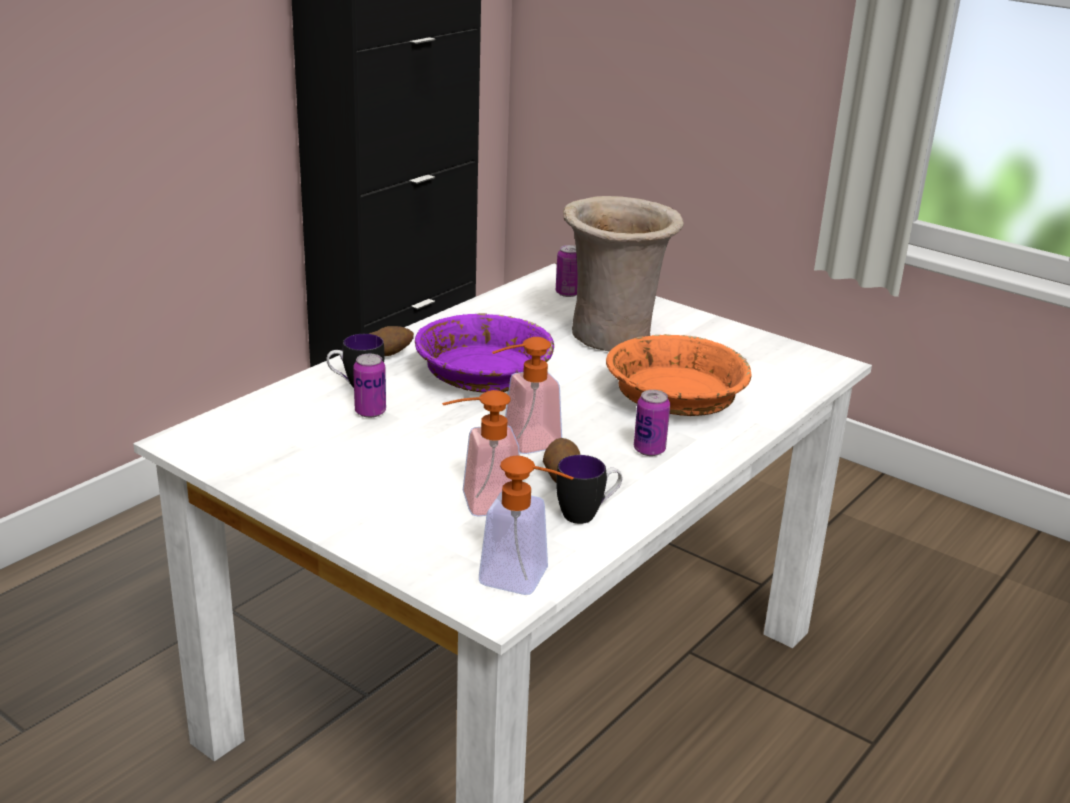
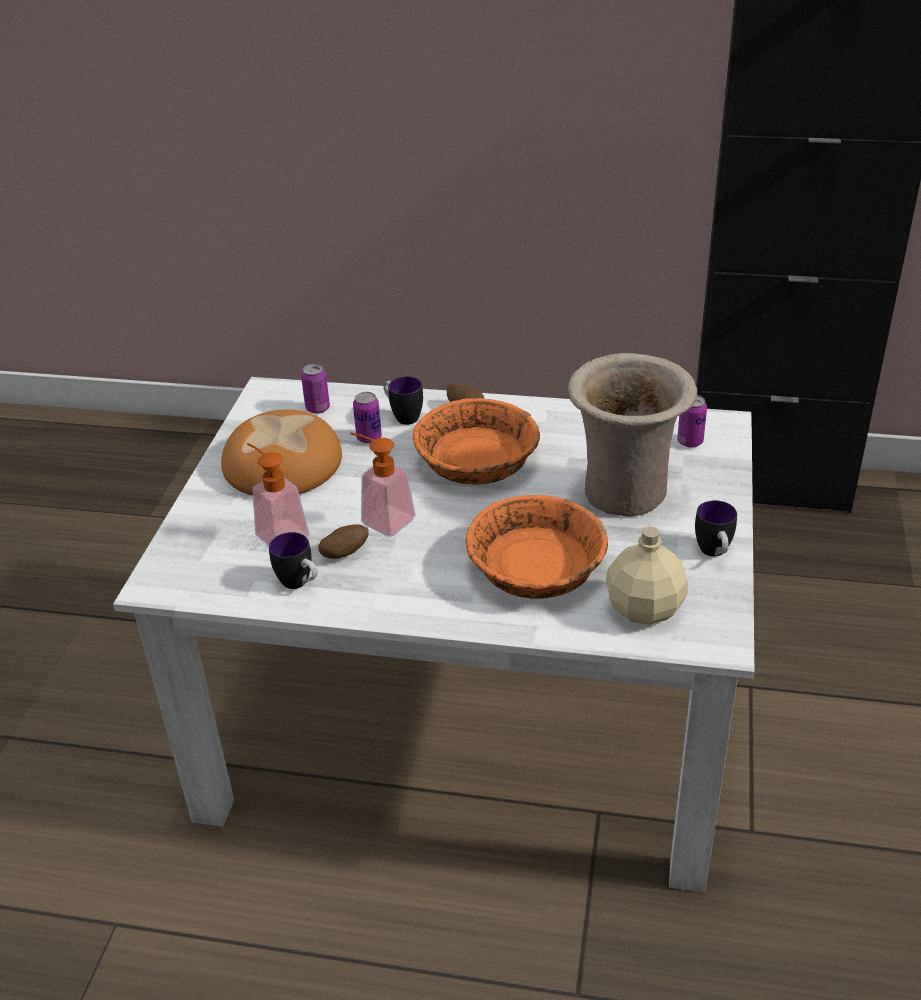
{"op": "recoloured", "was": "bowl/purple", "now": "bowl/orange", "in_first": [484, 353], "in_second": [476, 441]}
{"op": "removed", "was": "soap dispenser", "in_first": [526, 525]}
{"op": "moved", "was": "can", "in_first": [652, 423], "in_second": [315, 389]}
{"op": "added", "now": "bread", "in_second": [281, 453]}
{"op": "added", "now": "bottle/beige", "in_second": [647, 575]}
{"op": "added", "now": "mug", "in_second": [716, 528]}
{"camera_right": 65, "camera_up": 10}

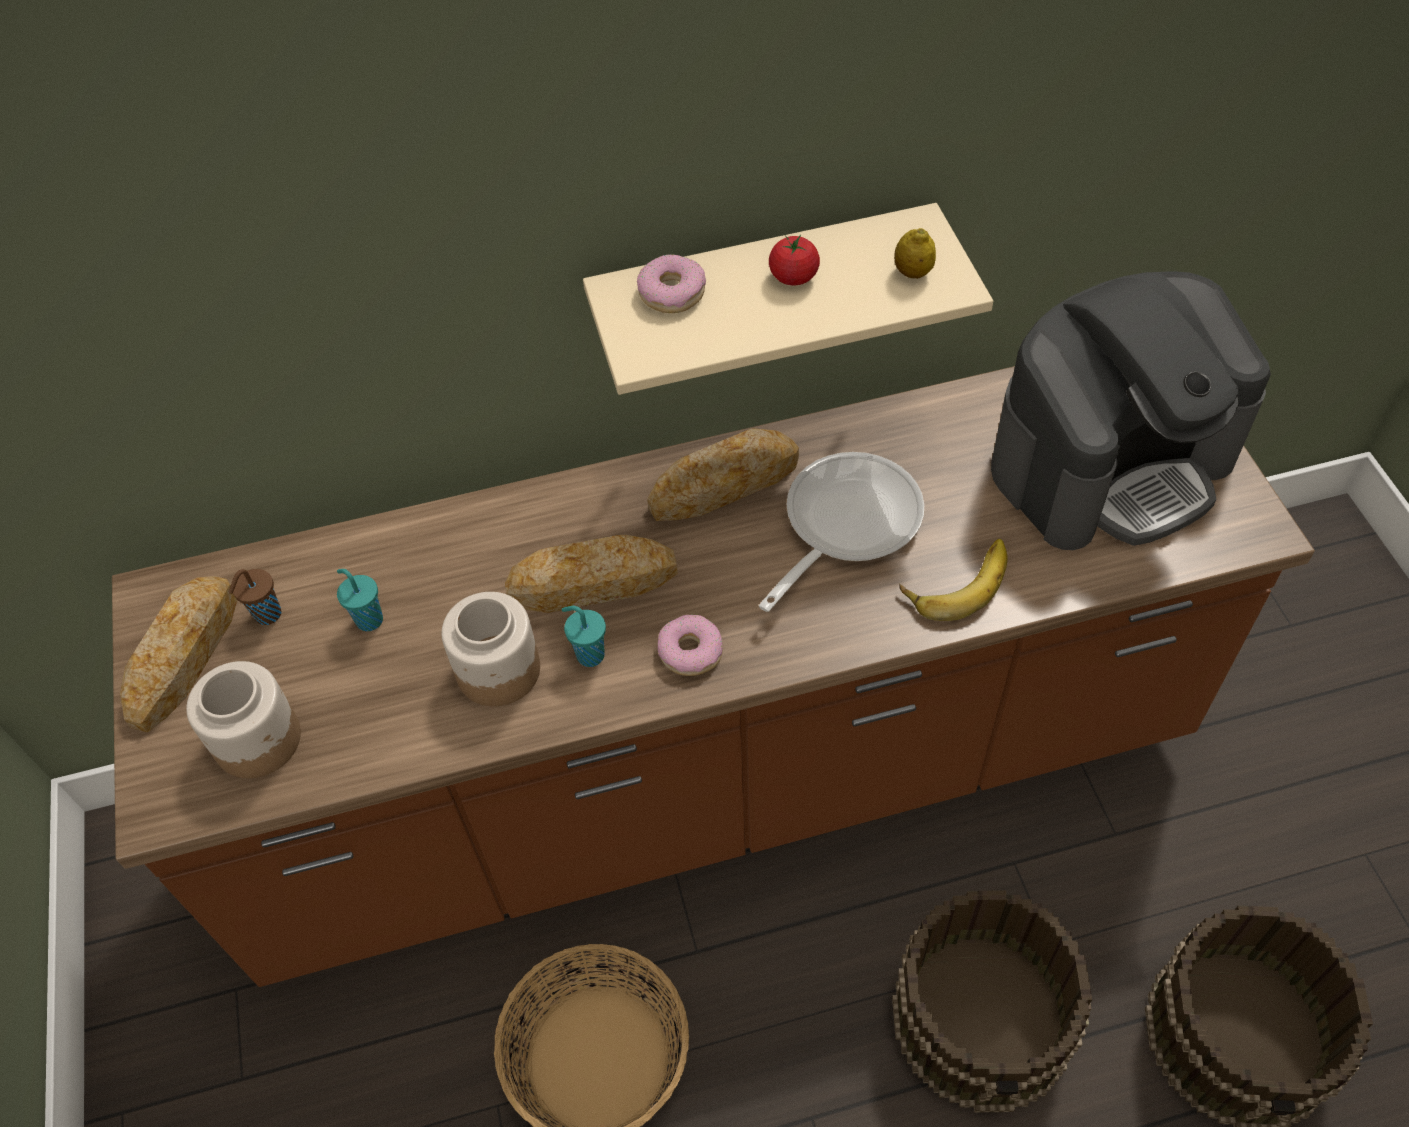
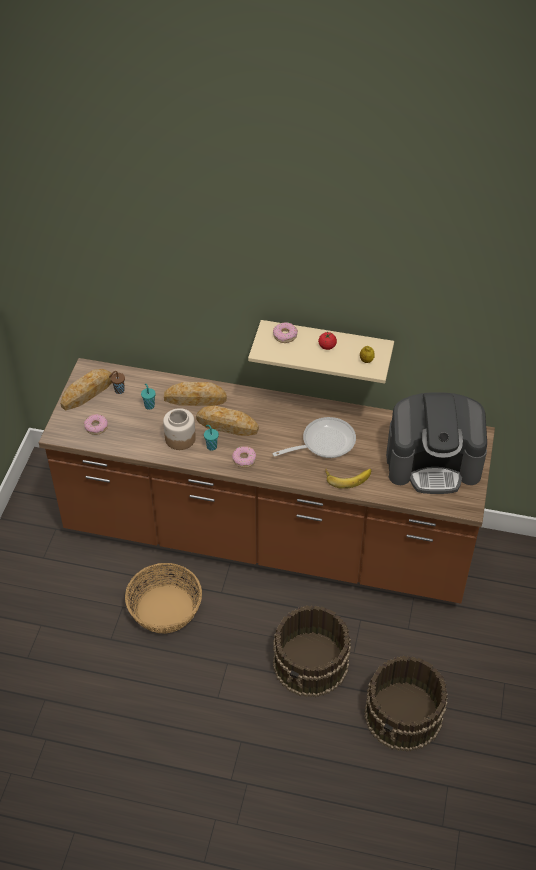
{"op": "replaced", "was": "jar", "now": "donut", "in_first": [243, 719], "in_second": [96, 424]}
{"op": "moved", "was": "bread", "in_first": [723, 474], "in_second": [195, 394]}
{"camera_right": 25, "camera_up": -5}

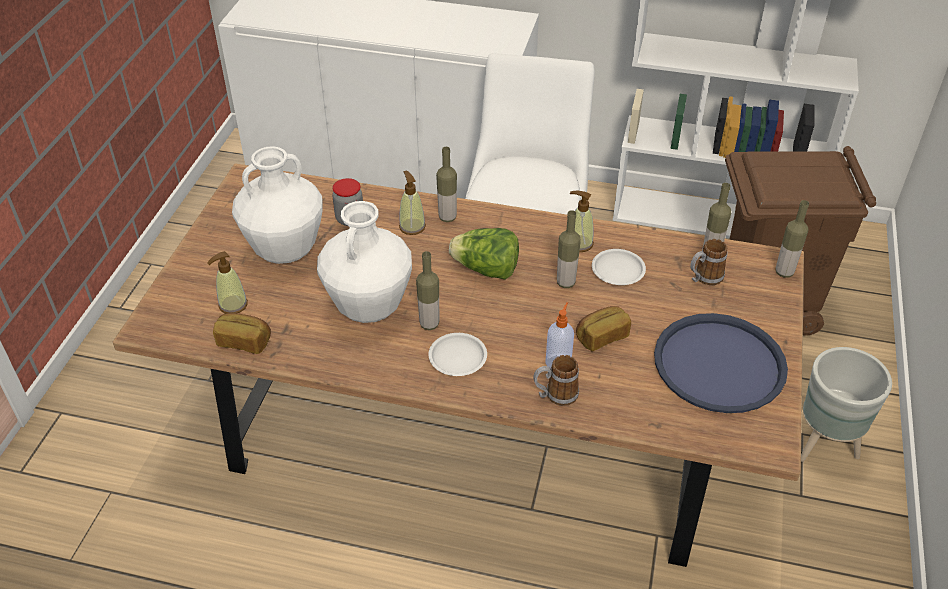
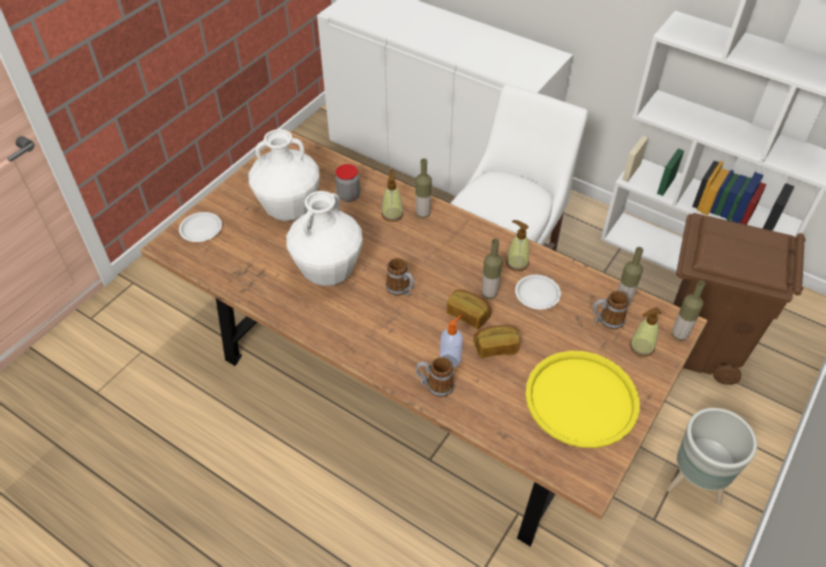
{"op": "moved", "was": "soap dispenser", "in_first": [227, 282], "in_second": [646, 332]}
{"op": "moved", "was": "bread", "in_first": [242, 333], "in_second": [469, 309]}
{"op": "removed", "was": "bottle", "in_first": [427, 290]}
{"op": "moved", "was": "plate/white", "in_first": [458, 354], "in_second": [200, 227]}
{"op": "removed", "was": "lettuce", "in_first": [484, 254]}
{"op": "recoloured", "was": "tray/blue", "now": "tray/yellow", "in_first": [721, 363], "in_second": [582, 399]}
{"op": "added", "now": "mug", "in_second": [400, 277]}
{"camera_right": 20, "camera_up": 5}

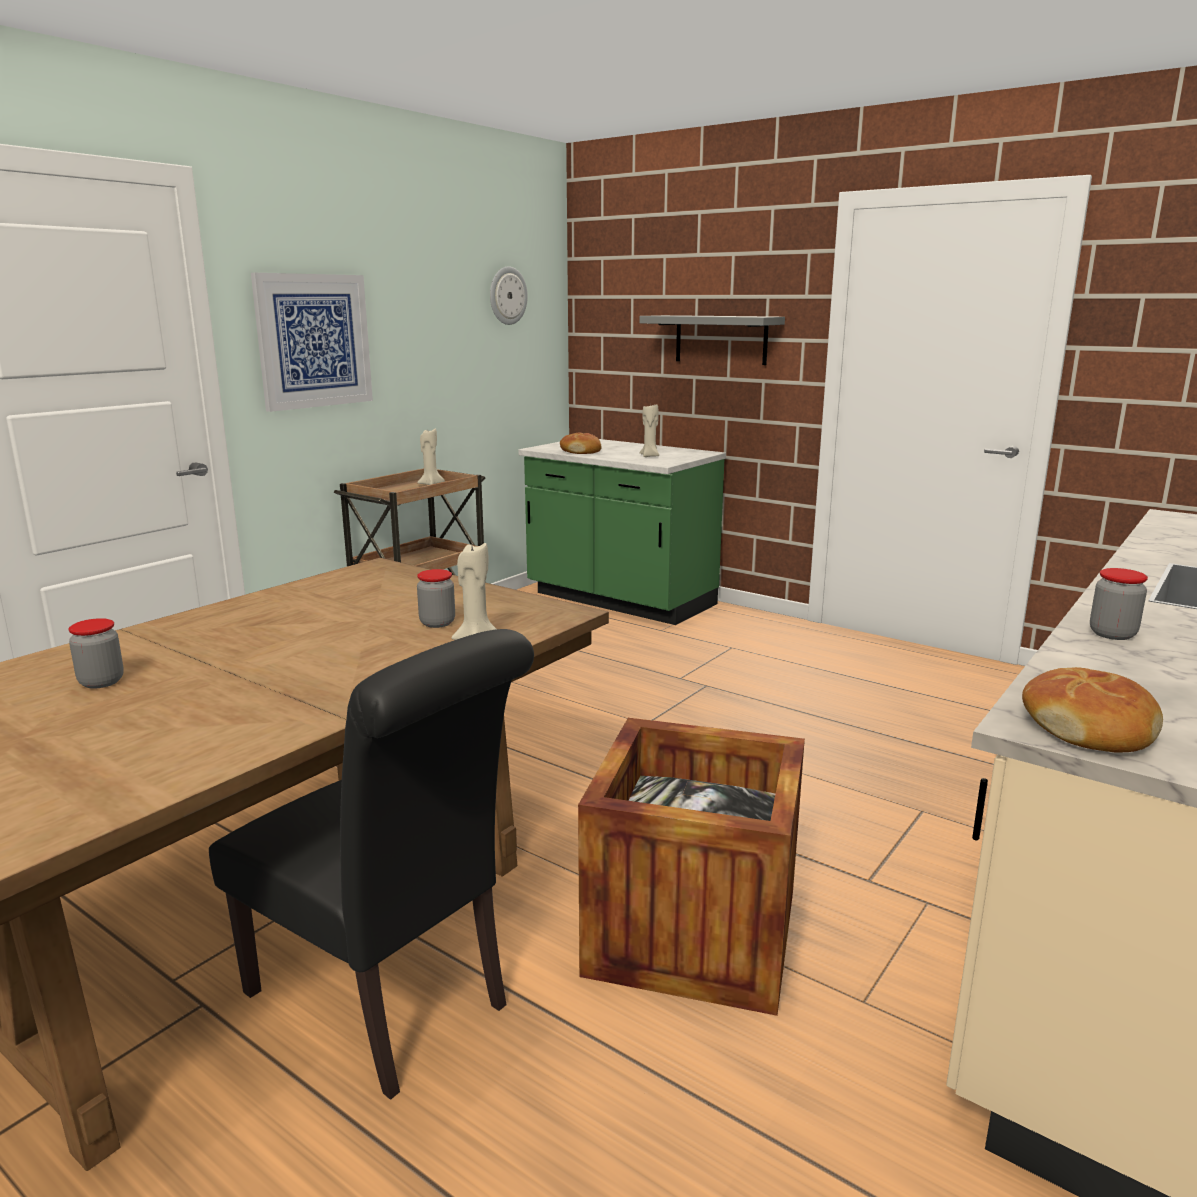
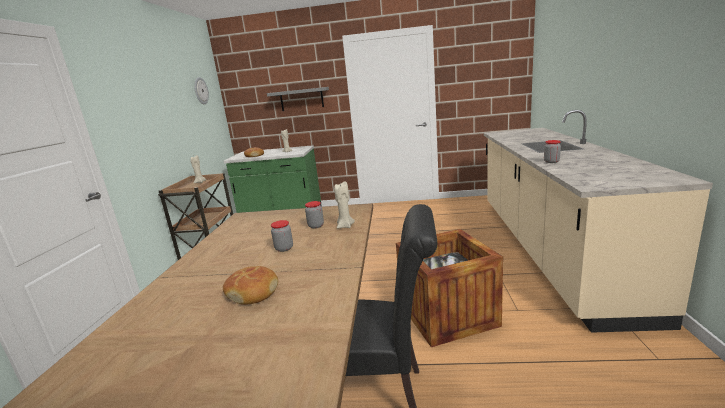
{"op": "moved", "was": "jar", "in_first": [96, 653], "in_second": [282, 236]}
{"op": "removed", "was": "picture", "in_first": [312, 342]}
{"op": "moved", "was": "bread", "in_first": [1092, 710], "in_second": [250, 285]}
{"camera_right": -30, "camera_up": 0}

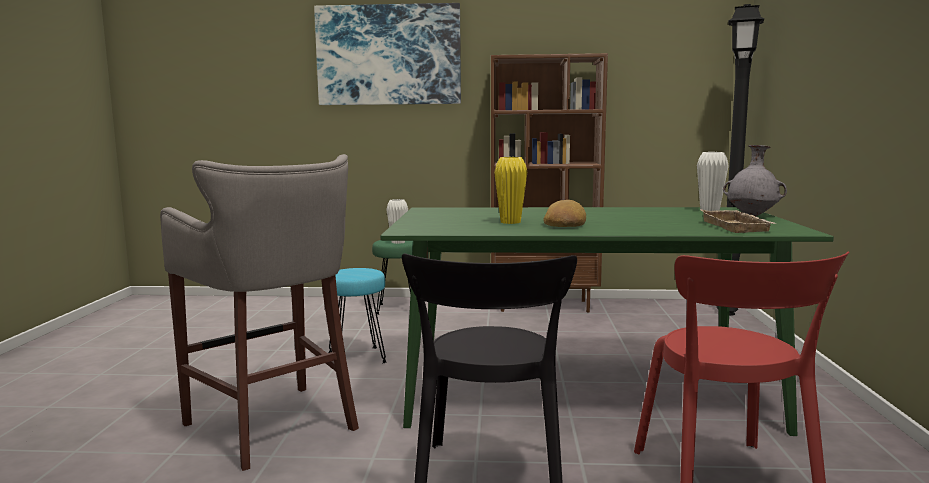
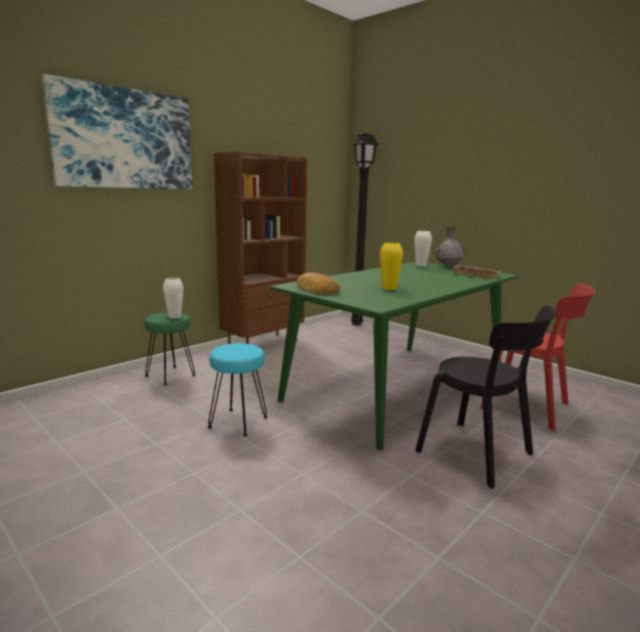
{"op": "removed", "was": "stool/grey", "in_first": [259, 312]}
{"op": "moved", "was": "bread", "in_first": [564, 213], "in_second": [318, 283]}
{"camera_right": -50, "camera_up": 5}

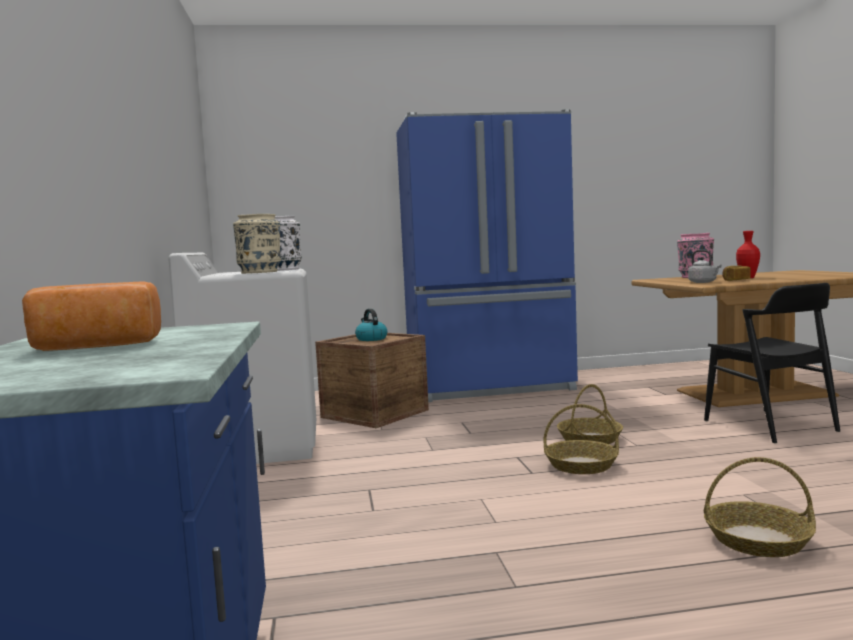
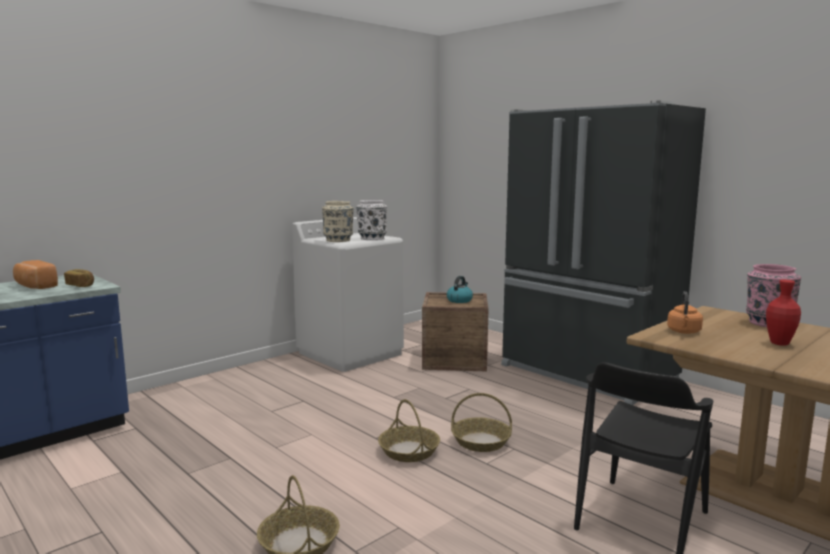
{"op": "recoloured", "was": "fridge/blue", "now": "fridge/black", "in_first": [487, 255], "in_second": [603, 252]}
{"op": "recoloured", "was": "kettle/grey", "now": "kettle/orange", "in_first": [705, 266], "in_second": [685, 312]}
{"op": "moved", "was": "bread", "in_first": [736, 273], "in_second": [79, 278]}
{"camera_right": 55, "camera_up": 5}

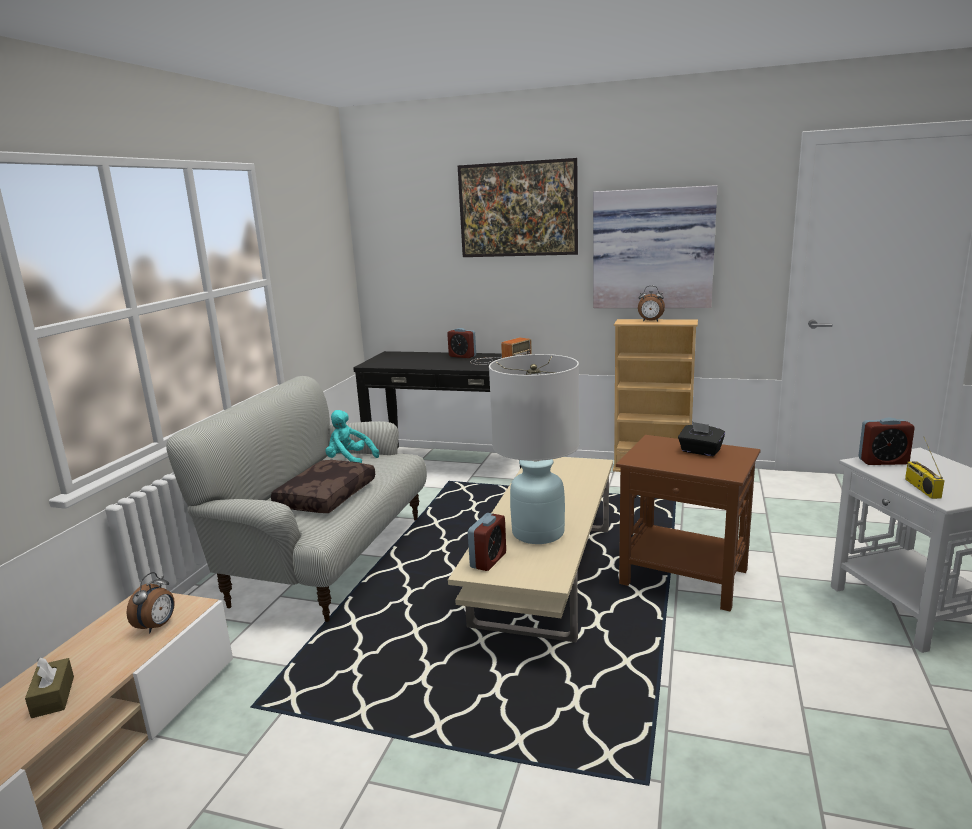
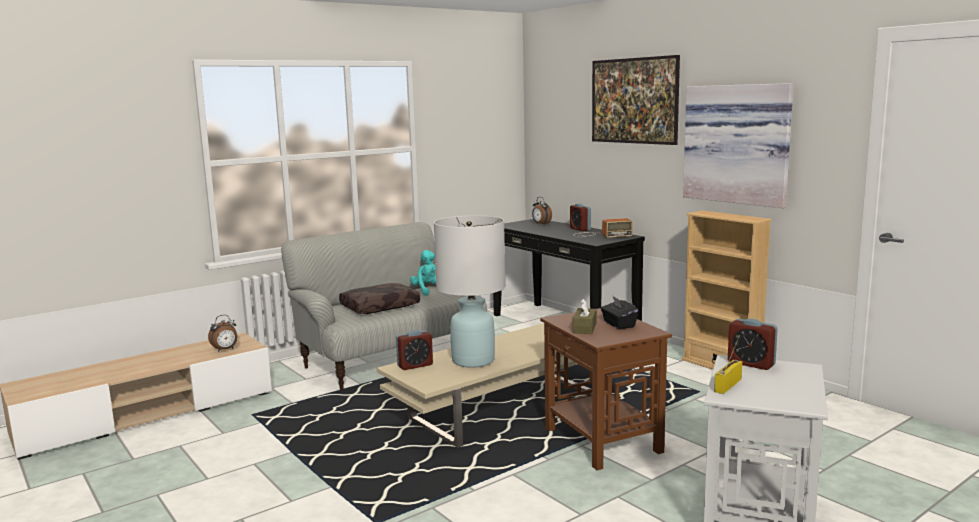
{"op": "moved", "was": "tissue box/brown", "in_first": [49, 687], "in_second": [584, 316]}
{"op": "moved", "was": "alarm clock", "in_first": [651, 304], "in_second": [542, 211]}
{"camera_right": 35, "camera_up": -5}

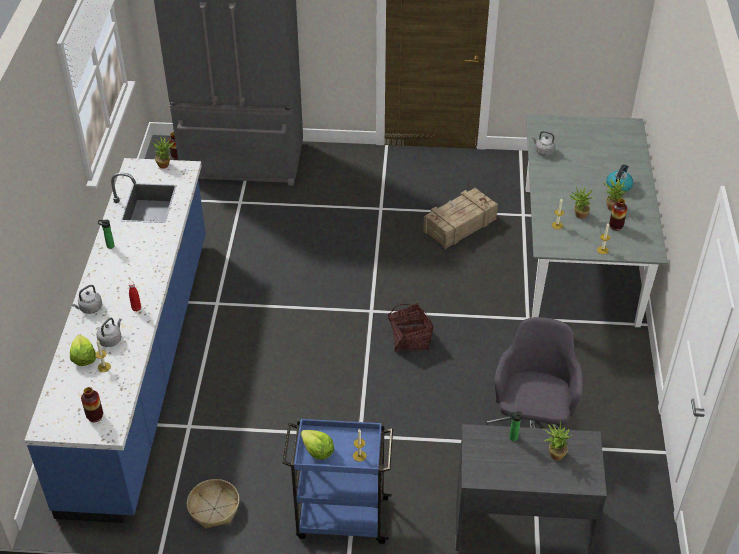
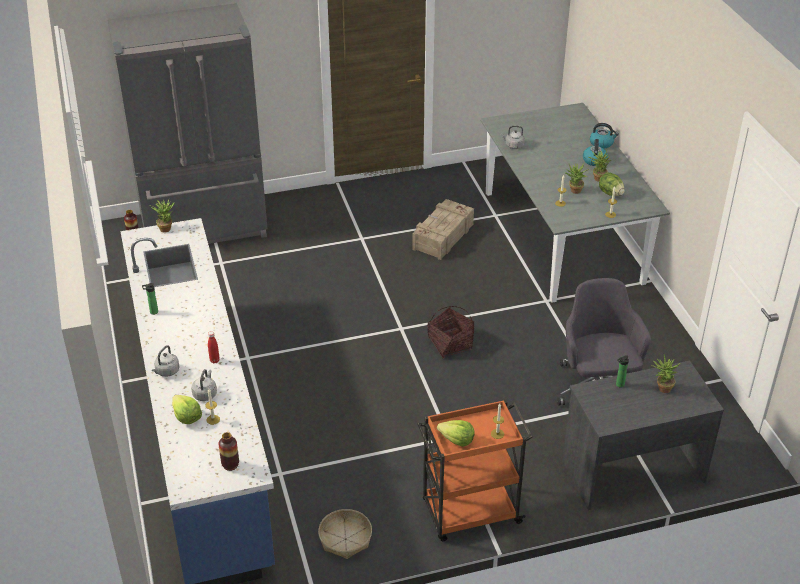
{"op": "recoloured", "was": "cart/blue", "now": "cart/orange", "in_first": [337, 481], "in_second": [475, 470]}
{"op": "replaced", "was": "vase", "now": "lettuce", "in_first": [618, 214], "in_second": [612, 184]}
{"op": "added", "now": "kettle", "in_second": [604, 136]}
{"camera_right": -20, "camera_up": -5}

